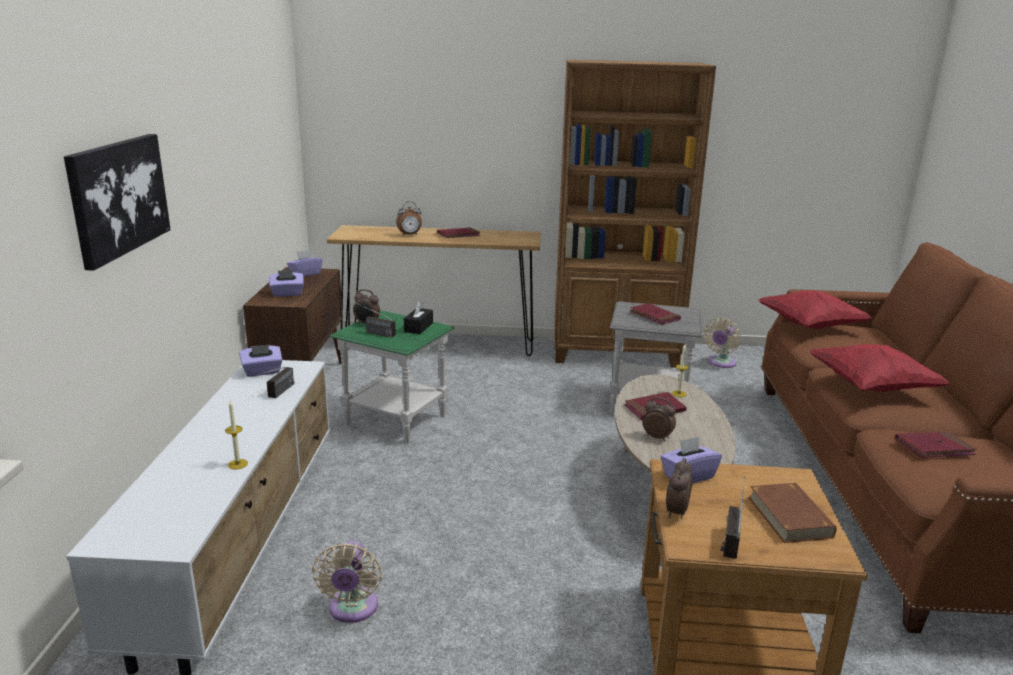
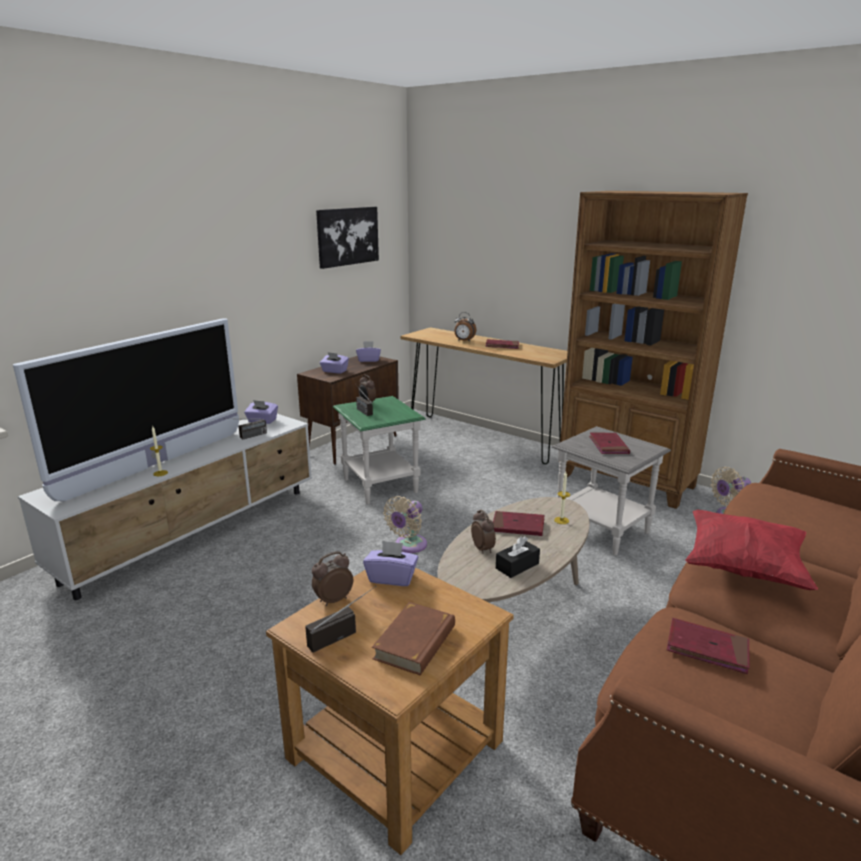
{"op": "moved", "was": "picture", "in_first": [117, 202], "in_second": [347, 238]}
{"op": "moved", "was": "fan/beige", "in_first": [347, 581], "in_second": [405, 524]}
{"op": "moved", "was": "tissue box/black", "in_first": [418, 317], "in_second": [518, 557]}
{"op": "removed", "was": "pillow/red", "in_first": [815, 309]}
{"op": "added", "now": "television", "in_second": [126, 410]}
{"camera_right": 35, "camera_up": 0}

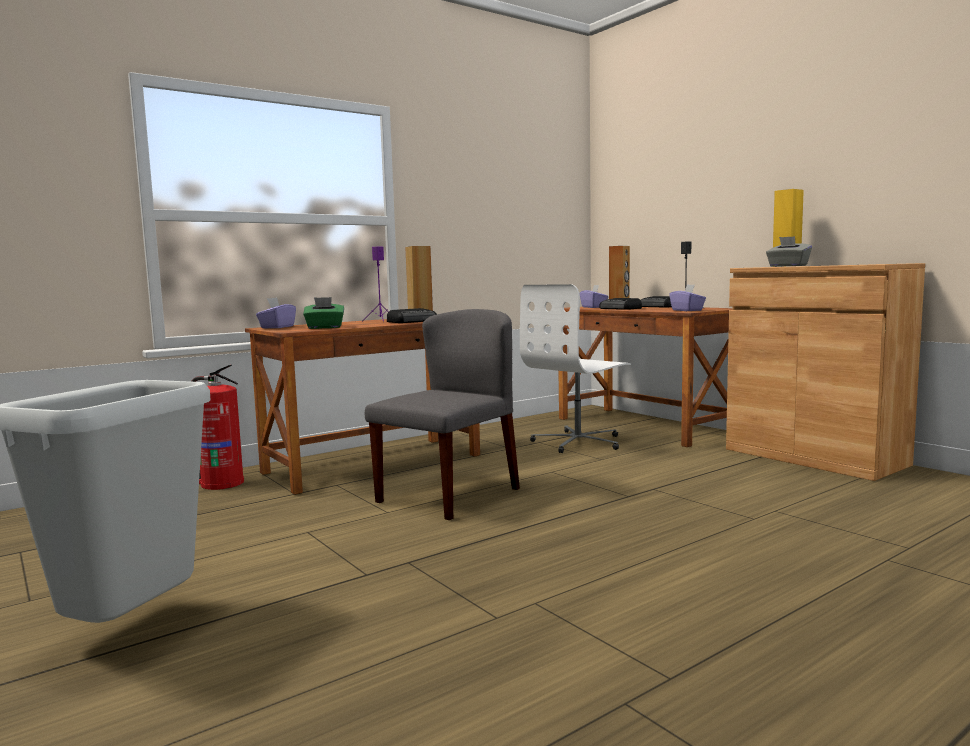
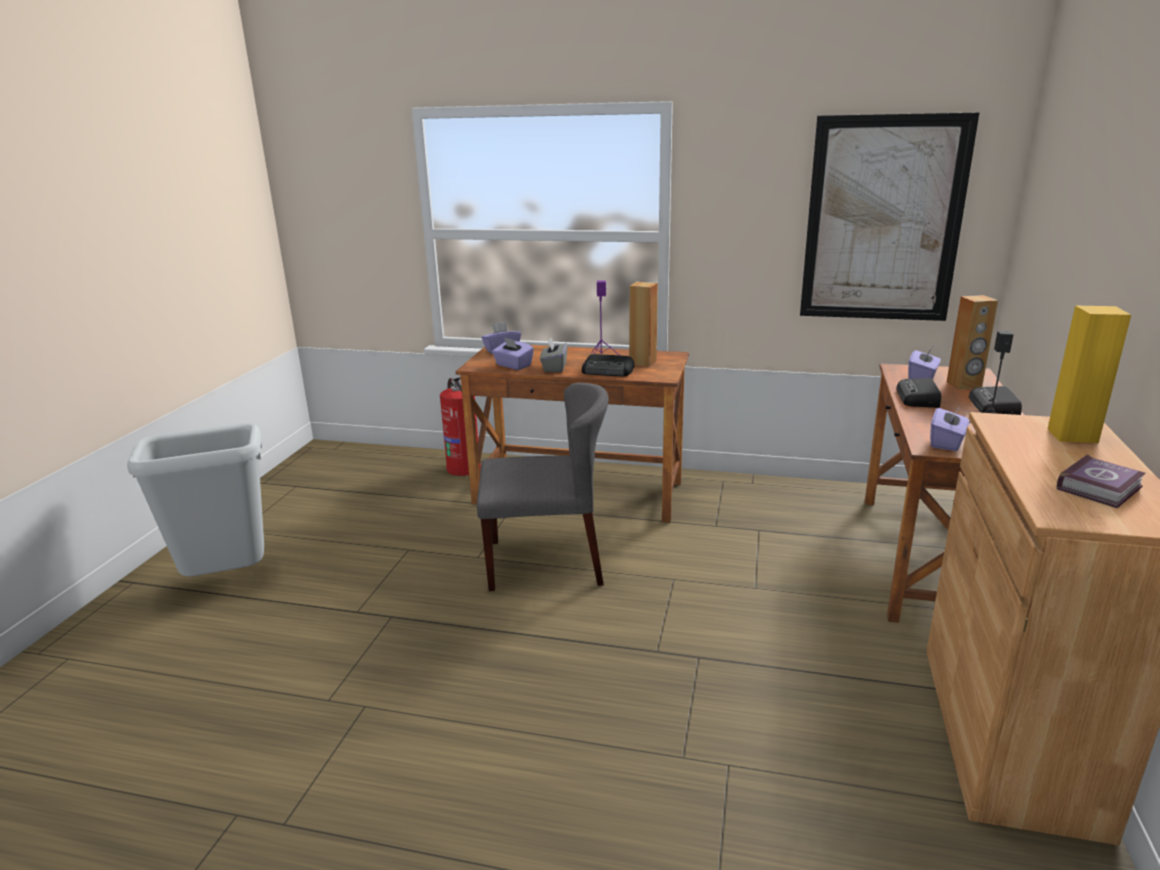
{"op": "recoloured", "was": "tissue box/green", "now": "tissue box/purple", "in_first": [323, 313], "in_second": [513, 353]}
{"op": "removed", "was": "office chair/white", "in_first": [575, 368]}
{"op": "moved", "was": "tissue box/grey", "in_first": [789, 251], "in_second": [554, 354]}
{"op": "added", "now": "picture", "in_second": [889, 216]}
{"op": "added", "now": "book", "in_second": [1101, 481]}
{"camera_right": 50, "camera_up": 15}

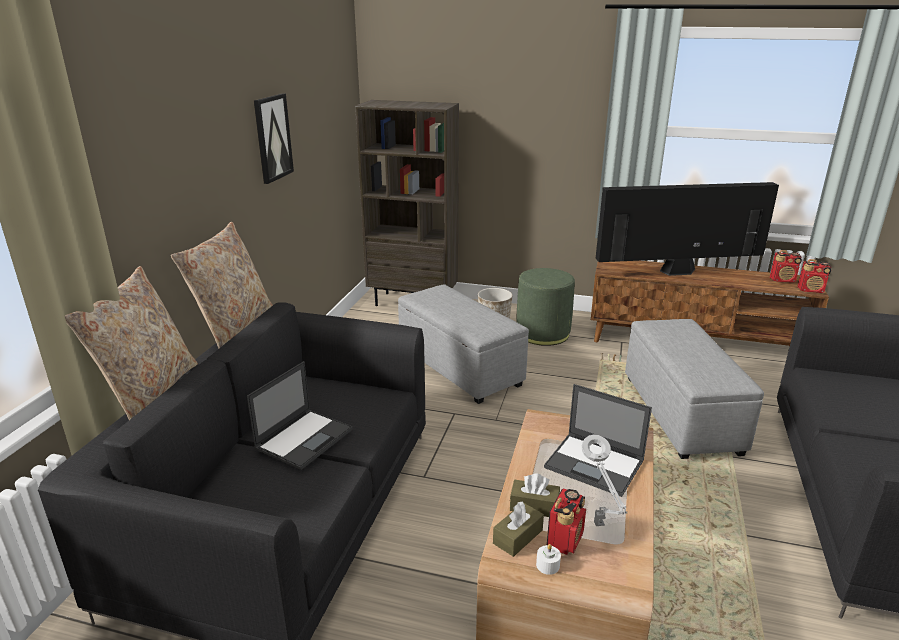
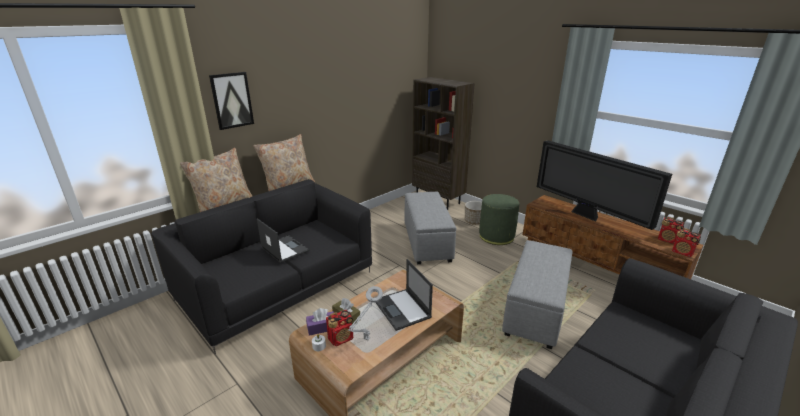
{"op": "turned", "was": "laptop", "in_first": [300, 415], "in_second": [283, 240], "clockwise": -105}
{"op": "moved", "was": "picture", "in_first": [273, 138], "in_second": [231, 101]}
{"op": "recoloured", "was": "tissue box/brown", "now": "tissue box/purple", "in_first": [518, 529], "in_second": [320, 322]}
{"op": "turned", "was": "television", "in_first": [687, 229], "in_second": [604, 185], "clockwise": -150}
{"camera_right": 30, "camera_up": 0}

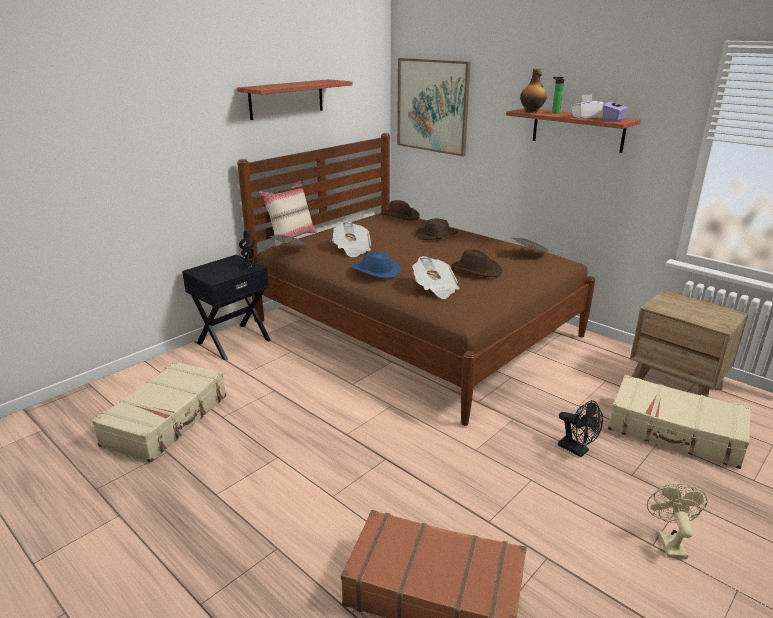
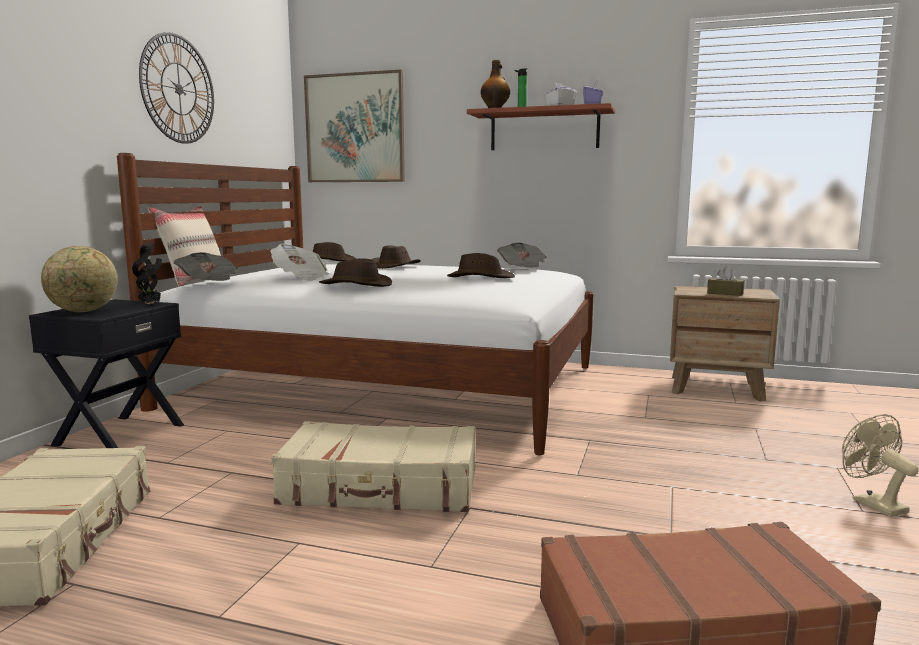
{"op": "replaced", "was": "shelf", "now": "wall clock", "in_first": [295, 99], "in_second": [176, 88]}
{"op": "recoloured", "was": "bed/brown", "now": "bed/white", "in_first": [416, 279], "in_second": [355, 304]}
{"op": "recoloured", "was": "hat/blue", "now": "hat/brown", "in_first": [376, 265], "in_second": [355, 272]}
{"op": "removed", "was": "newspaper", "in_first": [436, 277]}
{"op": "removed", "was": "fan/black", "in_first": [580, 428]}
{"op": "moved", "was": "suitcase/beige", "in_first": [679, 422], "in_second": [373, 466]}
{"op": "added", "now": "globe", "in_second": [79, 279]}
{"op": "added", "now": "tissue box/brown", "in_second": [725, 281]}
{"camera_right": -25, "camera_up": -15}

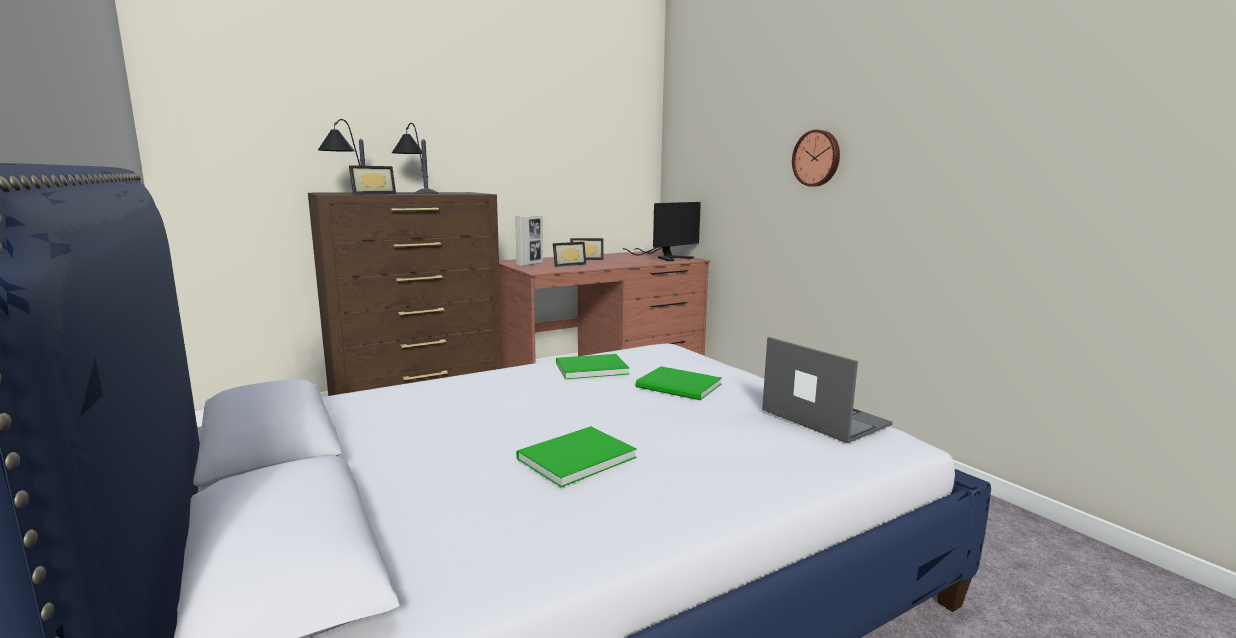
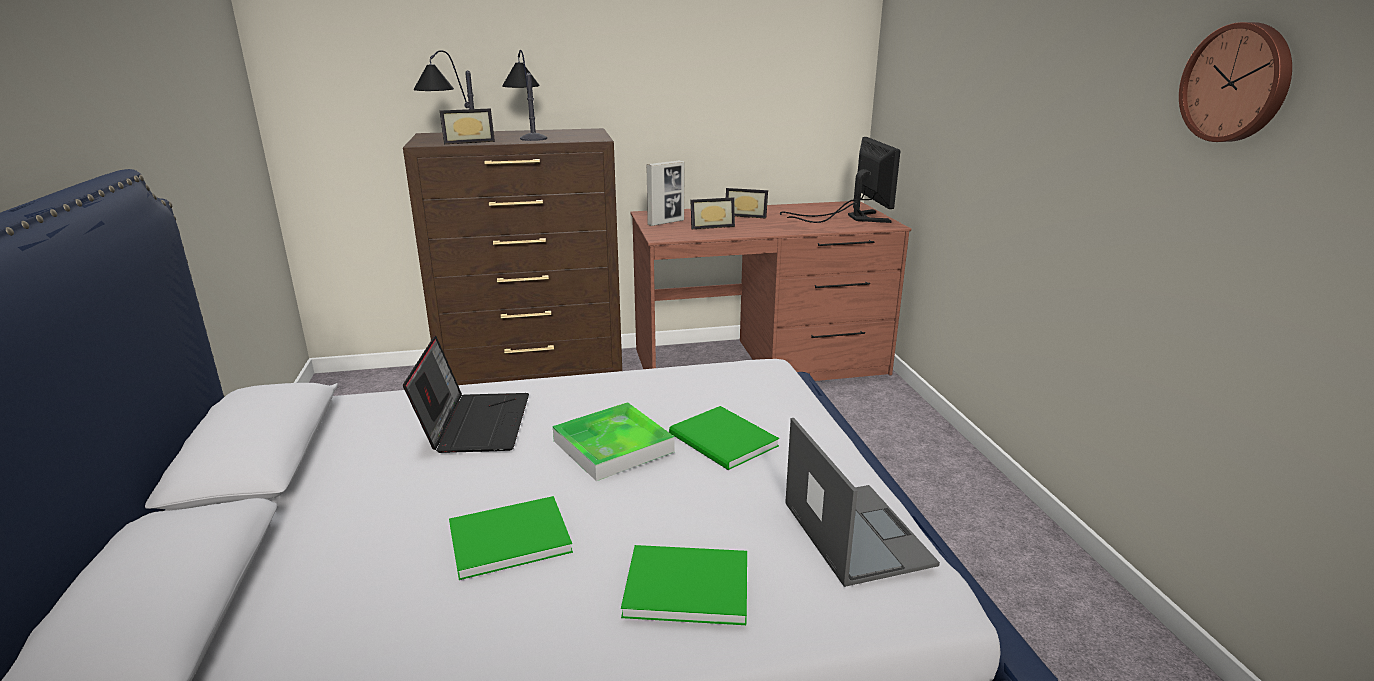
{"op": "moved", "was": "book/green", "in_first": [593, 366], "in_second": [684, 585]}
{"op": "turned", "was": "monitor", "in_first": [661, 231], "in_second": [840, 180], "clockwise": -75}
{"op": "moved", "was": "wall clock", "in_first": [816, 158], "in_second": [1235, 82]}
{"op": "added", "now": "laptop", "in_second": [466, 394]}
{"op": "added", "now": "tray", "in_second": [614, 441]}
{"camera_right": 20, "camera_up": 10}

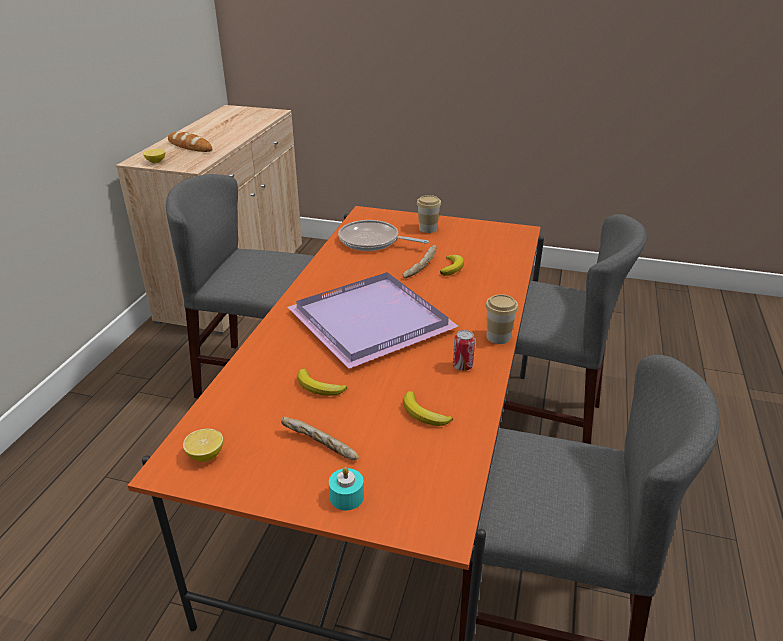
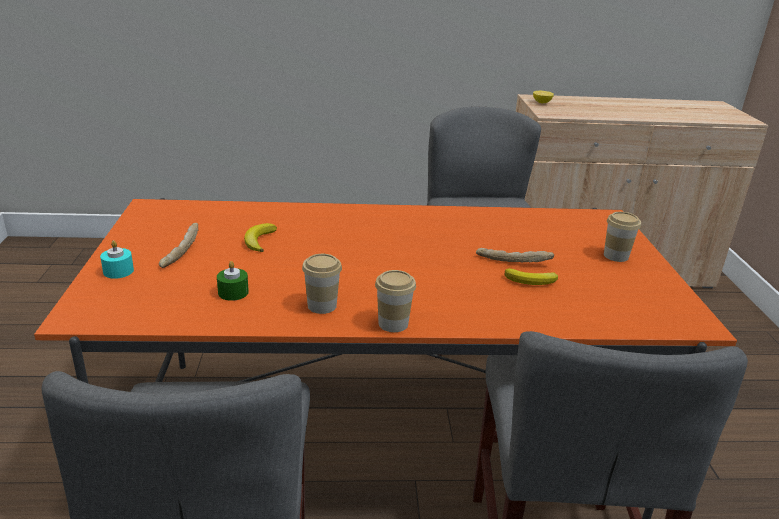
{"op": "removed", "was": "bread", "in_first": [190, 142]}
{"op": "removed", "was": "lemon", "in_first": [203, 445]}
{"op": "removed", "was": "tray/purple", "in_first": [373, 320]}
{"op": "removed", "was": "frying pan", "in_first": [383, 235]}
{"op": "replaced", "was": "banana", "now": "candle/green", "in_first": [428, 408], "in_second": [233, 281]}
{"op": "replaced", "was": "can", "now": "cup", "in_first": [464, 350], "in_second": [322, 284]}
{"camera_right": 70, "camera_up": -5}

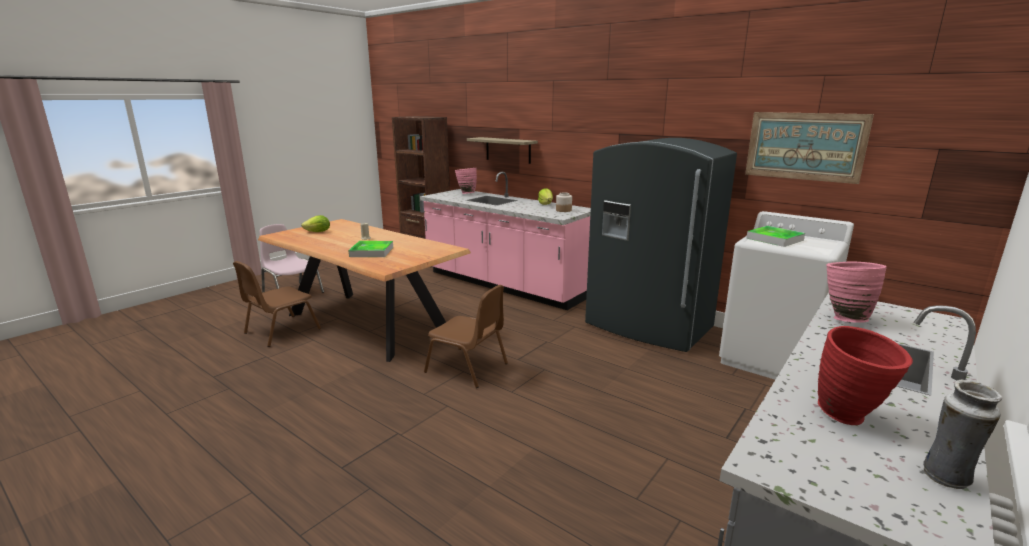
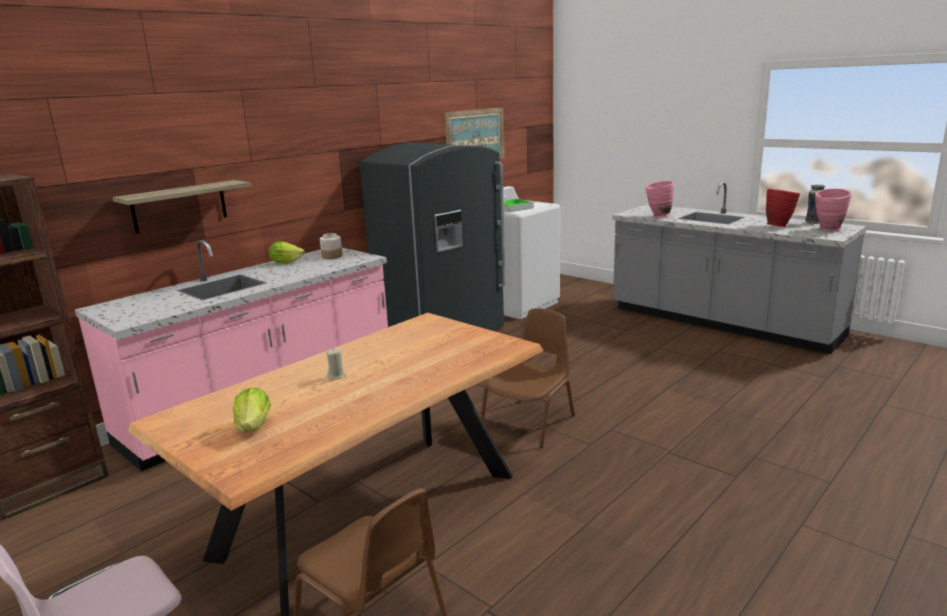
{"op": "removed", "was": "tray", "in_first": [370, 249]}
{"op": "moved", "was": "vase/pink", "in_first": [466, 181], "in_second": [833, 210]}
{"camera_right": -85, "camera_up": 0}

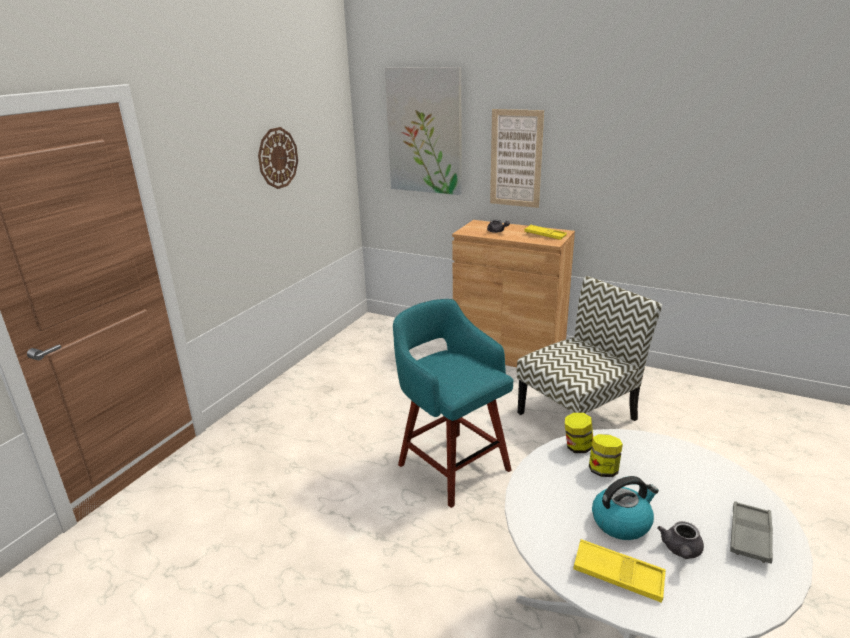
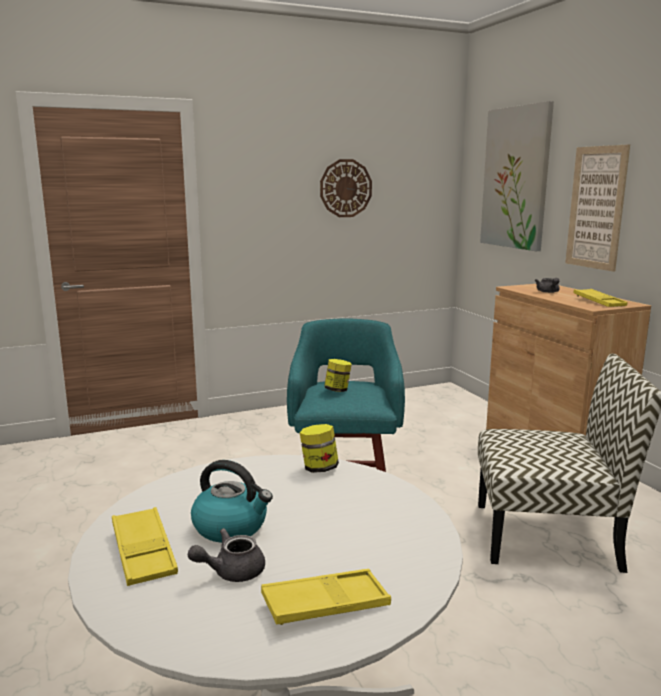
{"op": "moved", "was": "jar", "in_first": [606, 455], "in_second": [337, 375]}
{"op": "recoloured", "was": "tray/grey", "now": "tray/yellow", "in_first": [751, 532], "in_second": [326, 597]}
{"camera_right": 40, "camera_up": -10}

